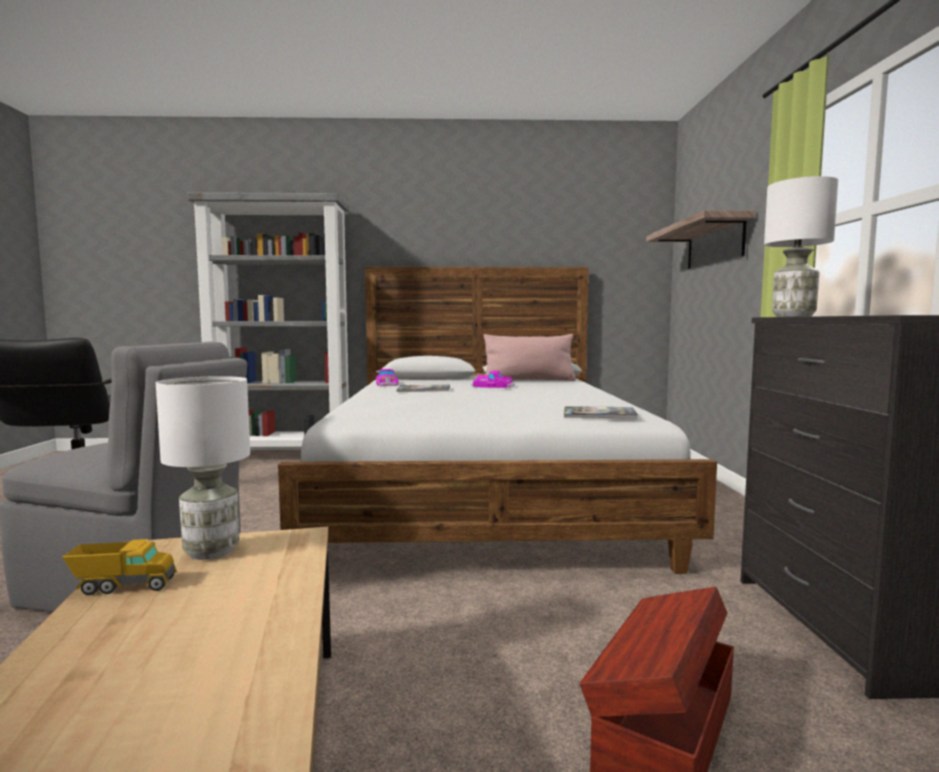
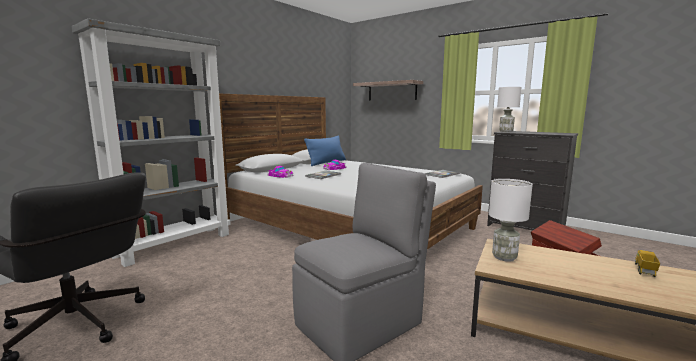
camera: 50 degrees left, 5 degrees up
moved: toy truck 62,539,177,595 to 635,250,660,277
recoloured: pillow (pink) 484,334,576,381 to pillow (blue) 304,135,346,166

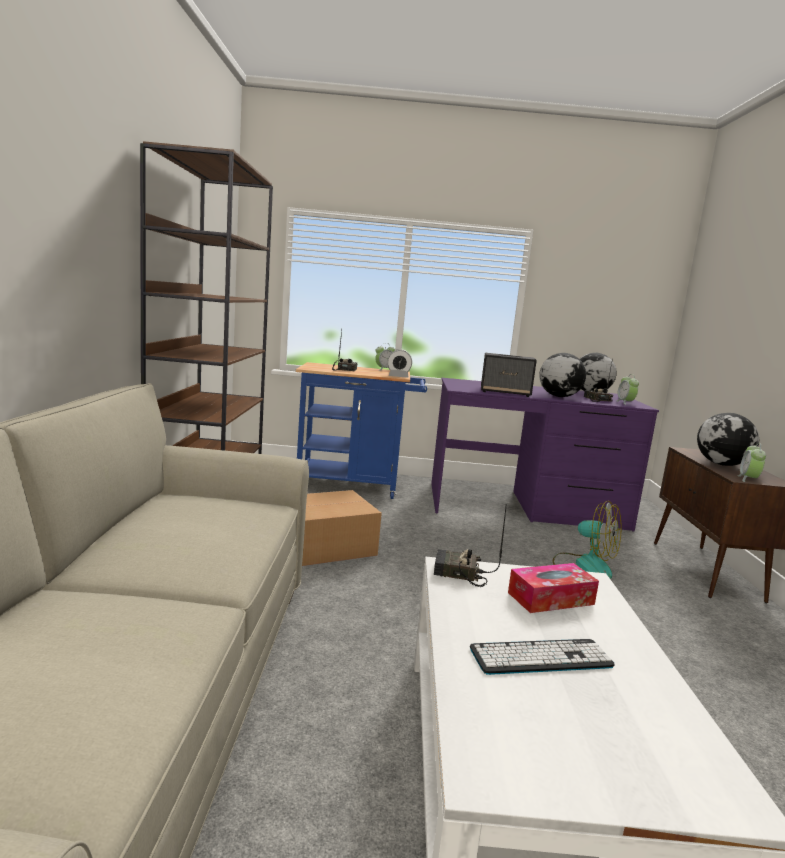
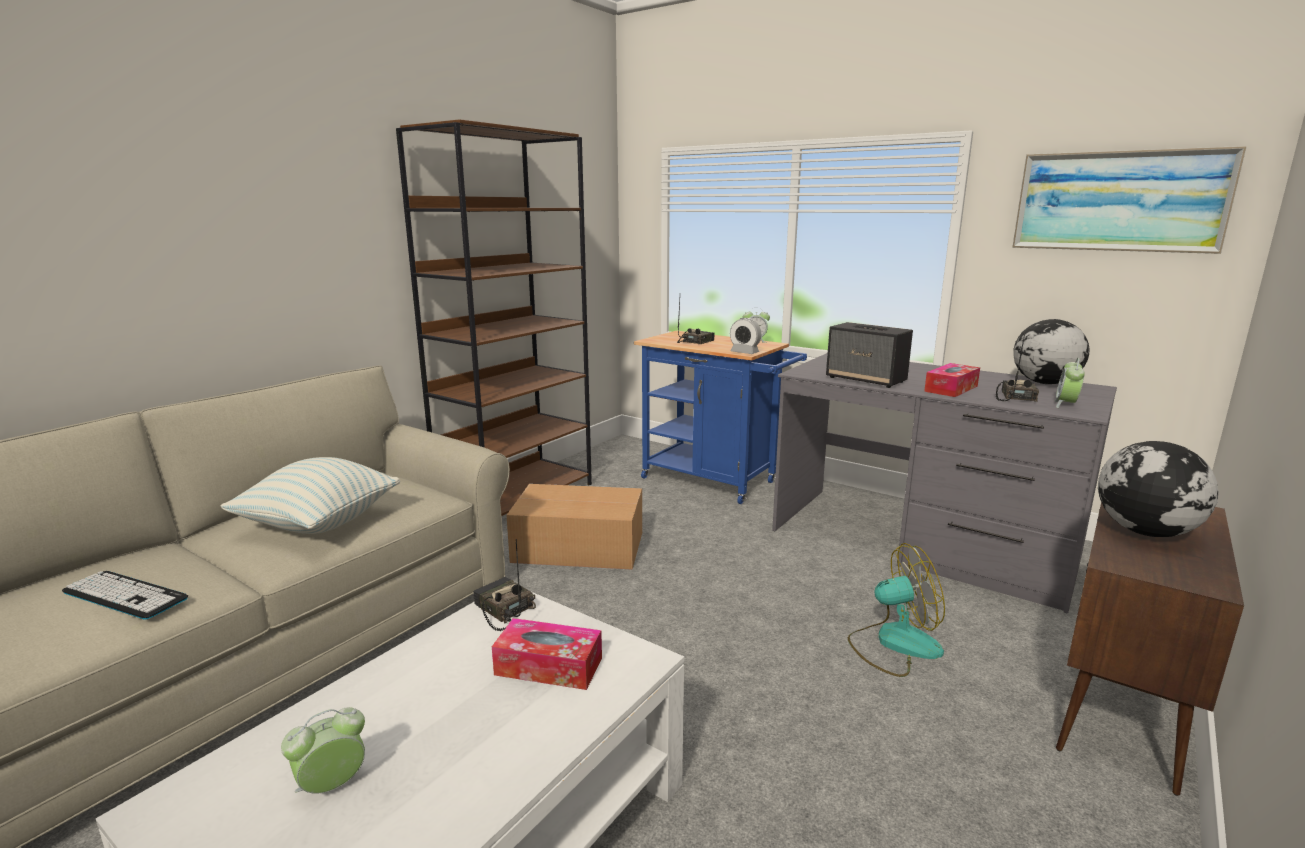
camera: 35 degrees right, 5 degrees up
added: pillow 221,457,400,534; picture 1012,146,1247,254
moved: keyboard 470,639,615,675 to 62,571,188,620; alarm clock 737,443,766,482 to 281,707,365,794
replaced: globe 539,353,586,397 to tissue box 924,363,980,397
recoloured: desk (purple) 431,378,659,532 to desk (grey) 772,353,1117,613
turned: fan 553,500,621,579 = 848,543,945,677 75 degrees counterclockwise

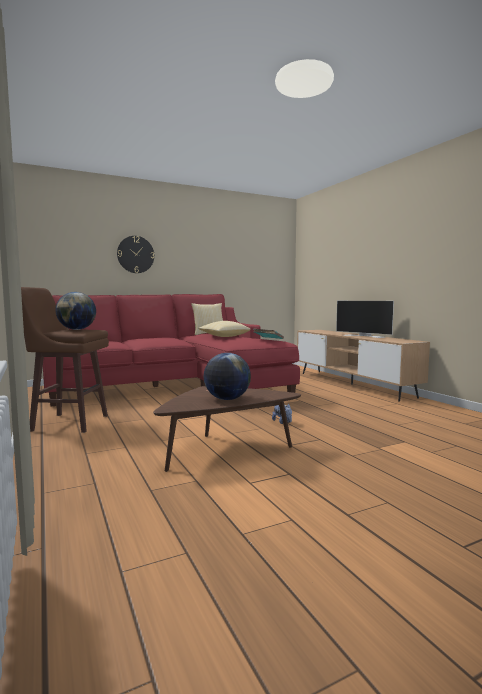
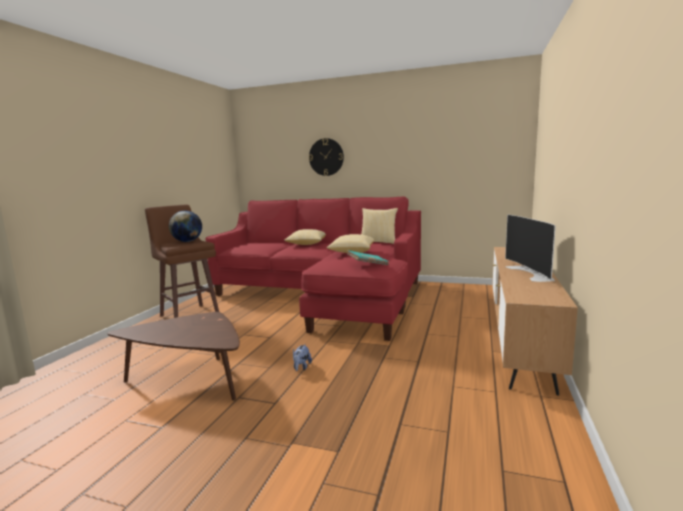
camera: 45 degrees right, 5 degrees up
removed: globe 204,353,251,400
added: pillow 284,229,326,245

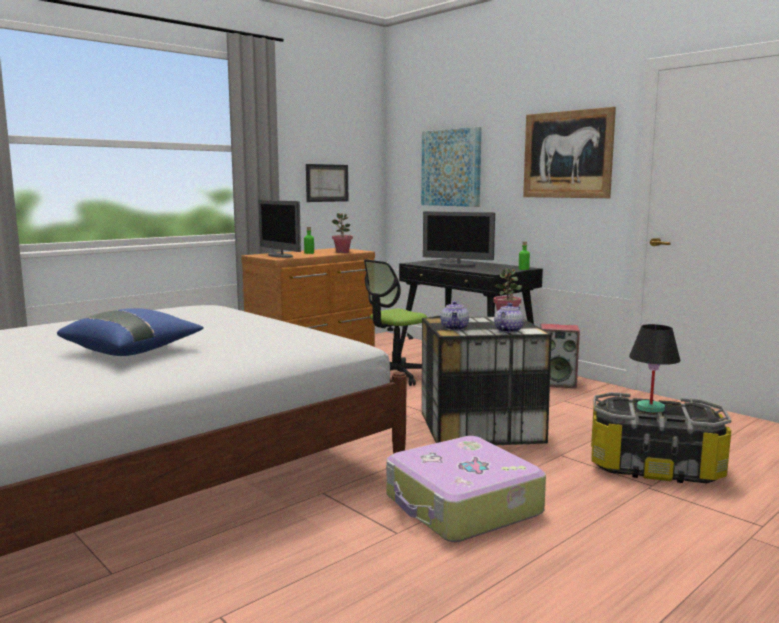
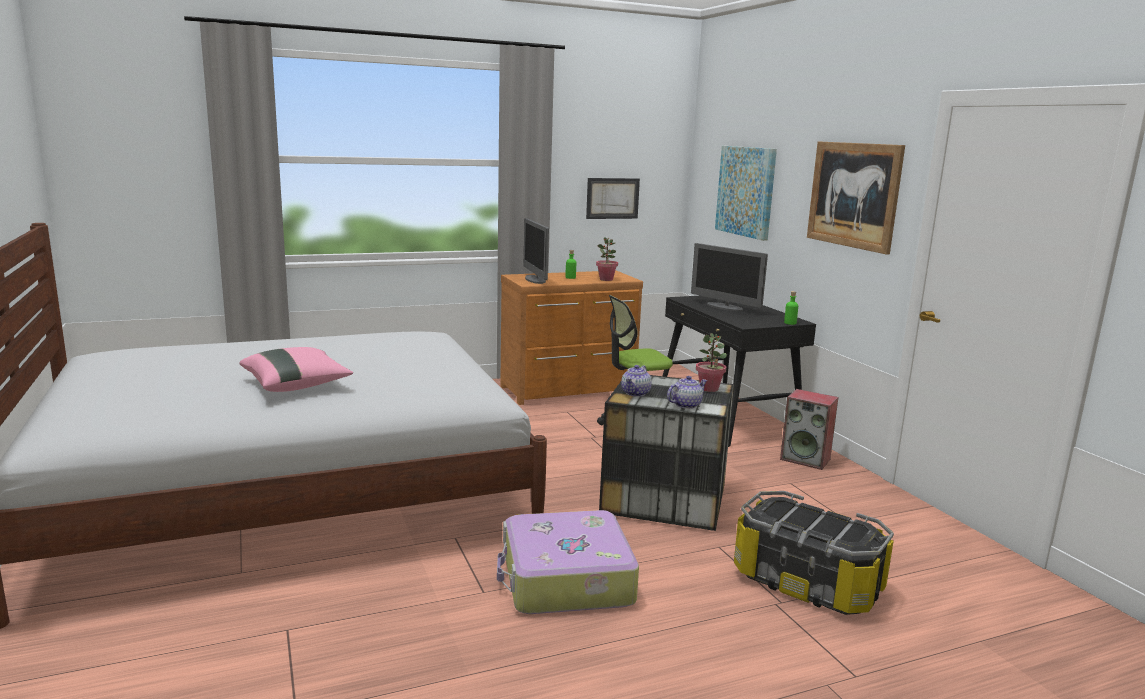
camera: 20 degrees right, 5 degrees up
removed: table lamp (black) 629,324,680,413
recoloured: pillow (blue) 57,308,203,356 to pillow (pink) 239,347,353,392

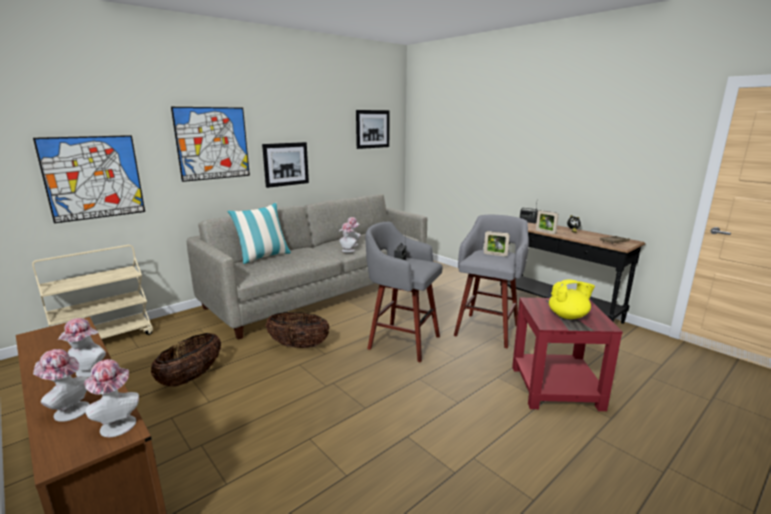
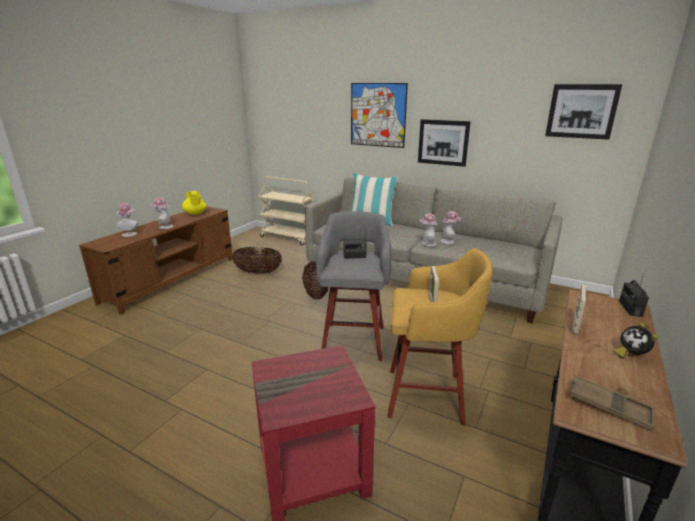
camera: 70 degrees right, 5 degrees up
removed: picture 33,135,145,223; hat 84,359,139,437
moved: teapot (yellow) 549,279,595,319 to 182,191,207,215
recoloured: stool (grey) 454,215,529,348 to stool (yellow) 387,248,493,425

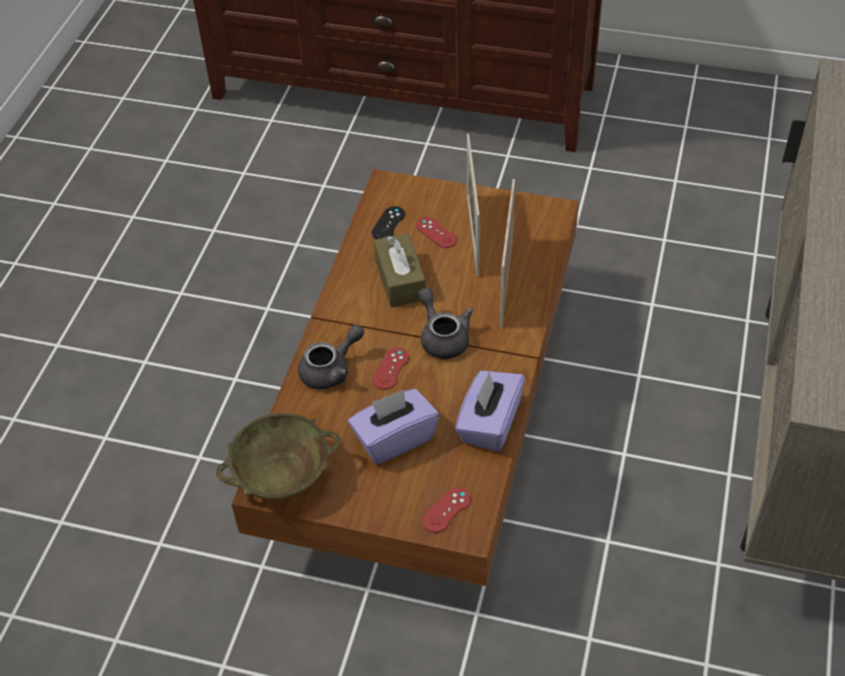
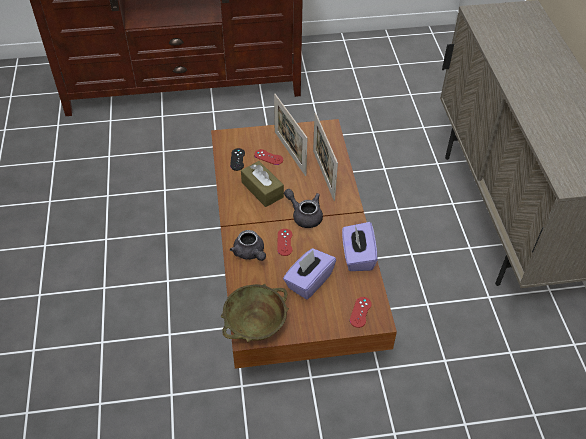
camera: 25 degrees left, 0 degrees up
turned: teapot (grey) 298,324,364,390 = 230,230,266,261 120 degrees clockwise

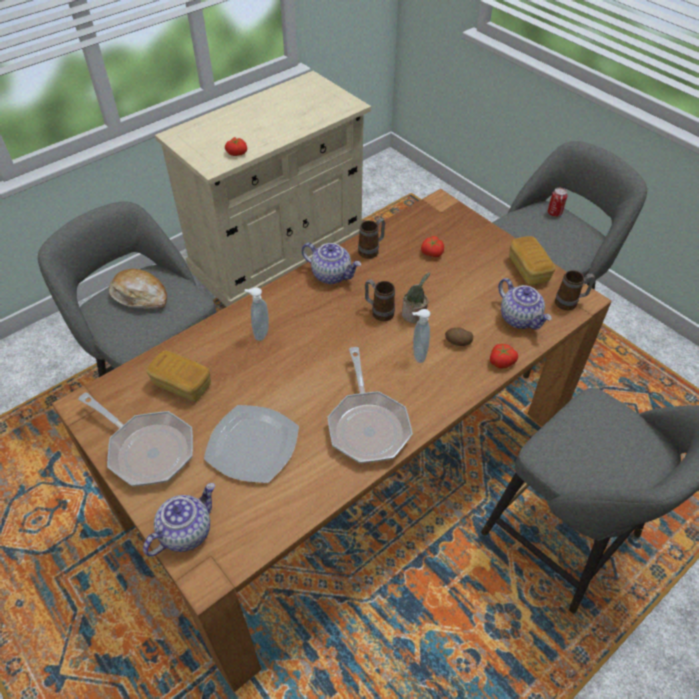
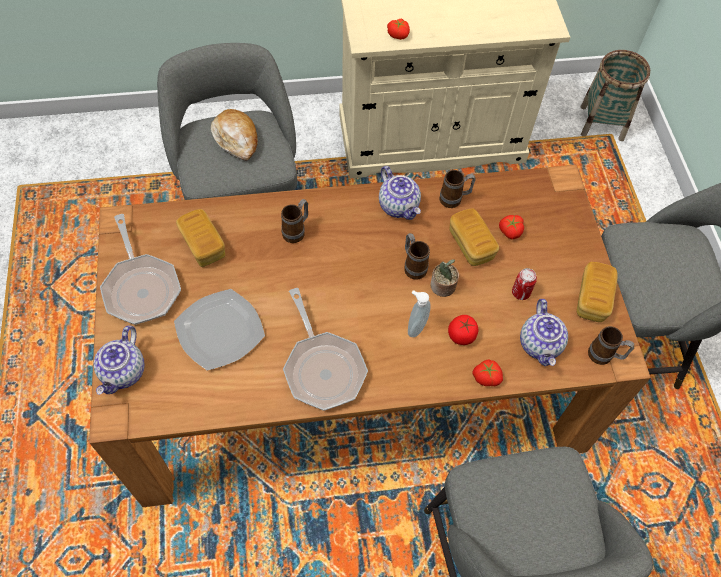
camera: 30 degrees right, 10 degrees up
added: bread 449,208,499,266; basket 581,50,650,141
moved: can 548,188,568,217 to 512,268,537,300
replaced: soap dispenser 244,287,269,341 to mug 281,199,308,243; potato 445,328,473,346 to tomato 448,315,478,345
turned: teapot 143,483,215,557 = 93,325,145,395 120 degrees clockwise; frying pan 328,347,413,464 = 283,288,368,411 45 degrees counterclockwise

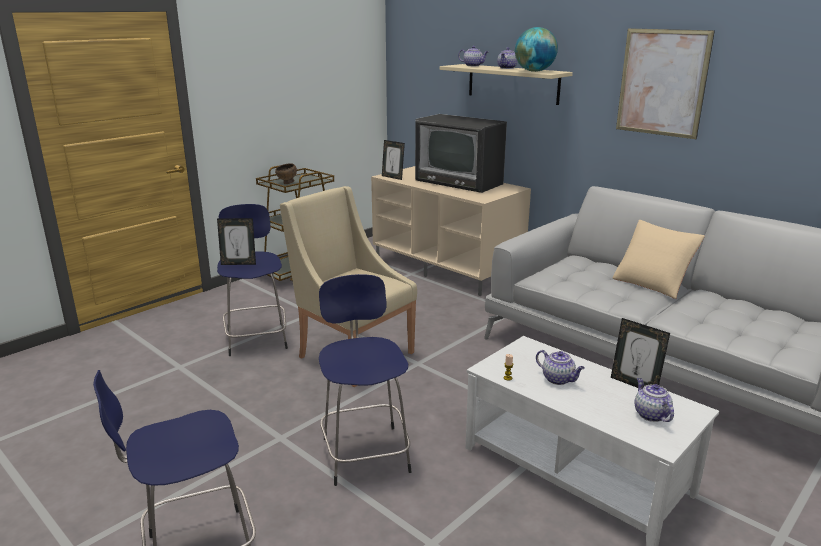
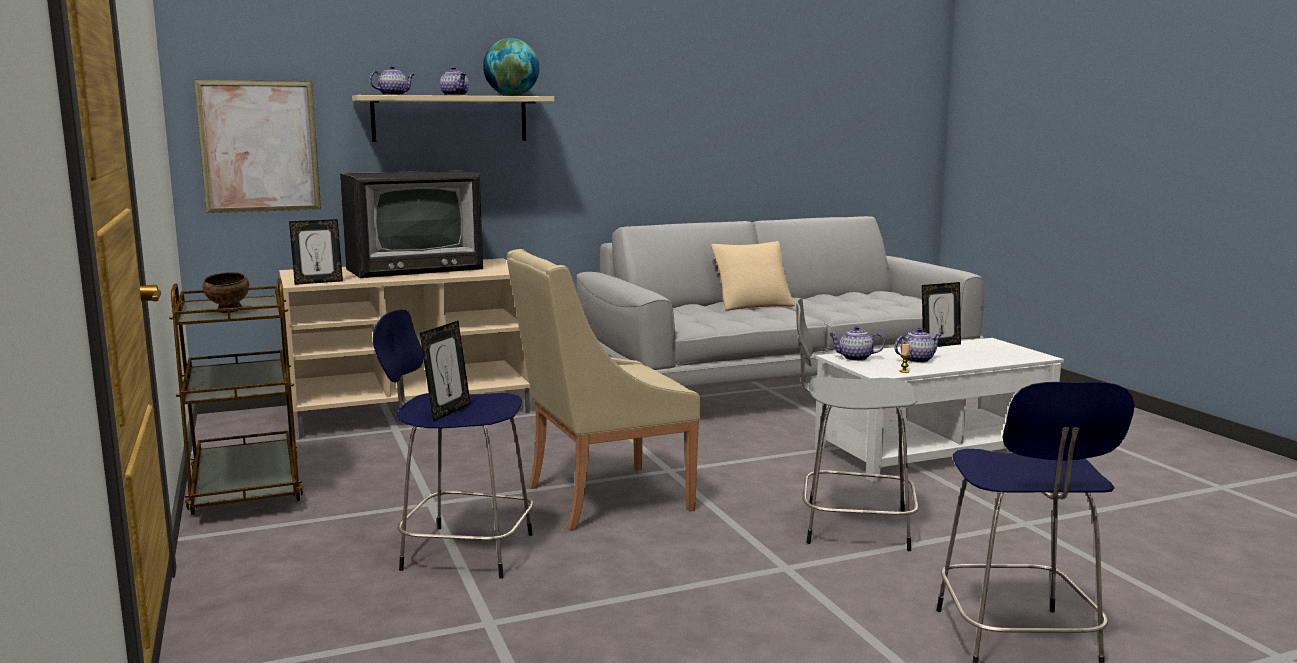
camera: 65 degrees left, 10 degrees down
moved: picture 616,28,715,139 to 194,80,321,213; teapot 635,378,674,422 to 829,326,885,361
recoloured: stool (blue) 319,274,411,486 to stool (grey) 796,298,918,551

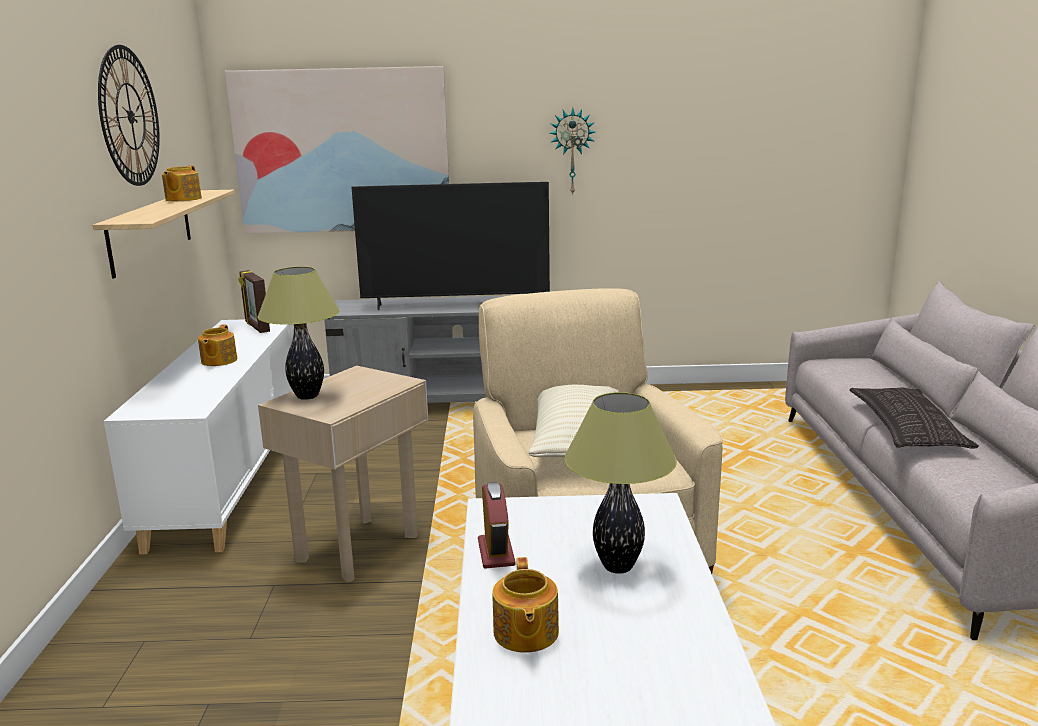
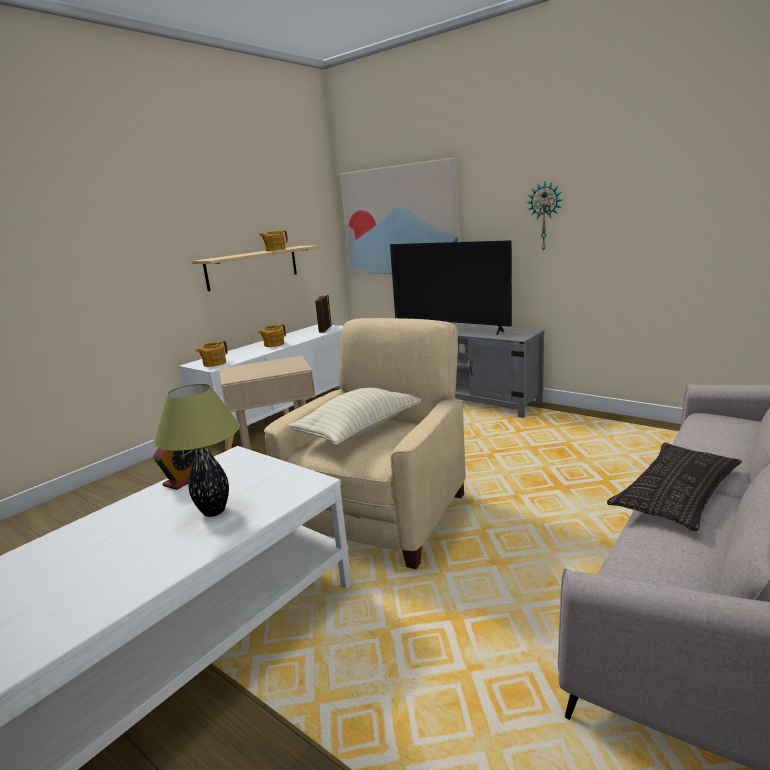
camera: 40 degrees right, 0 degrees up
removed: wall clock 98,45,160,186; table lamp 257,266,340,400
moved: teapot 492,557,559,653 to 196,340,228,367

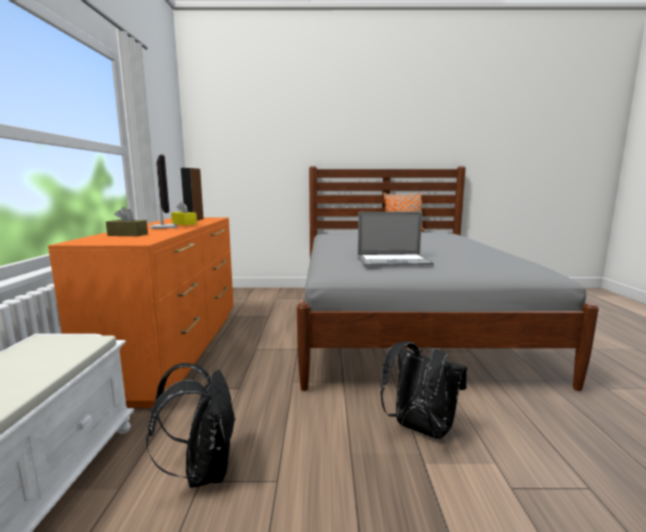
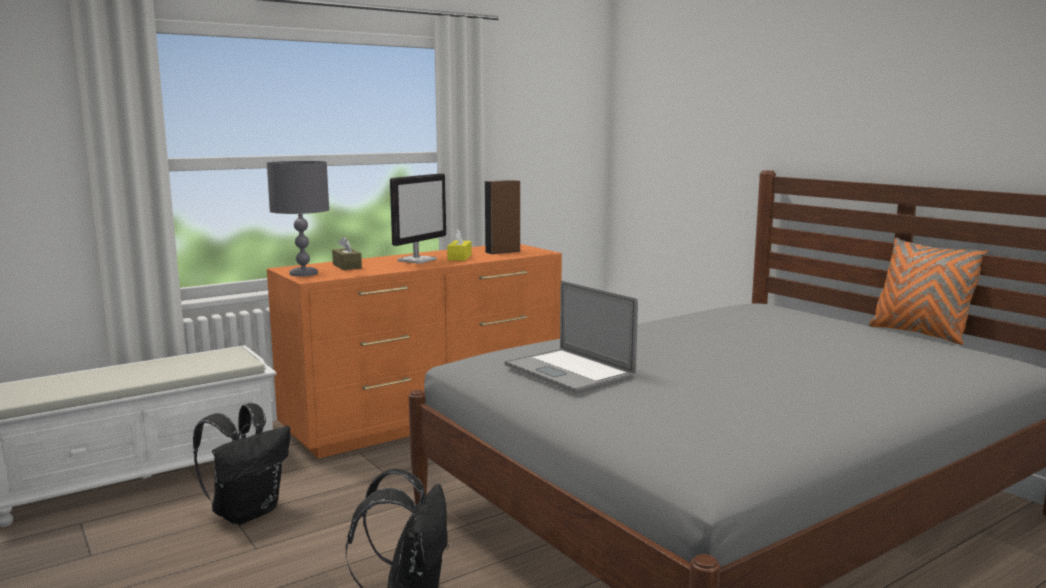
camera: 55 degrees right, 0 degrees up
added: table lamp (grey) 267,161,329,277

